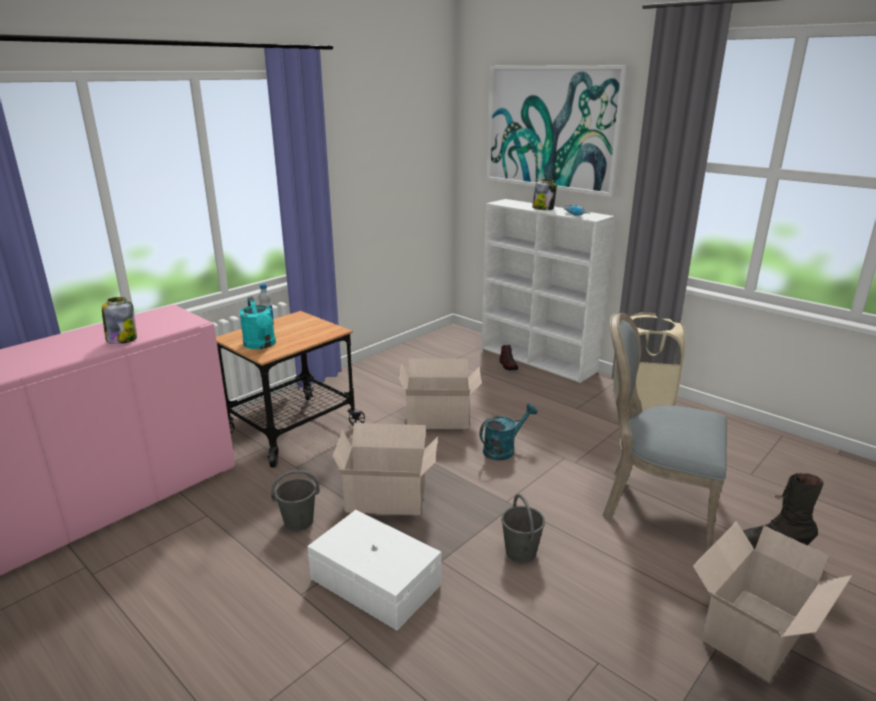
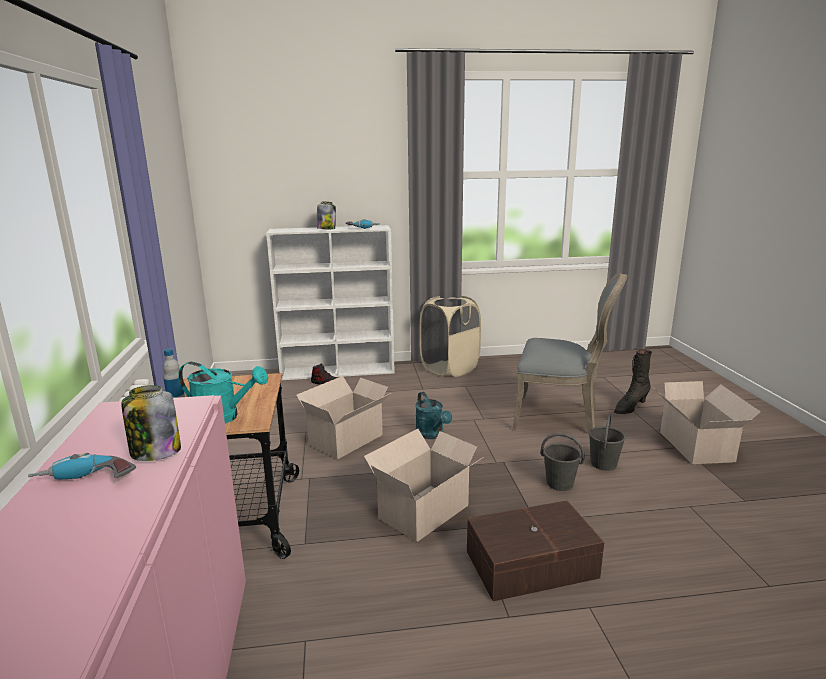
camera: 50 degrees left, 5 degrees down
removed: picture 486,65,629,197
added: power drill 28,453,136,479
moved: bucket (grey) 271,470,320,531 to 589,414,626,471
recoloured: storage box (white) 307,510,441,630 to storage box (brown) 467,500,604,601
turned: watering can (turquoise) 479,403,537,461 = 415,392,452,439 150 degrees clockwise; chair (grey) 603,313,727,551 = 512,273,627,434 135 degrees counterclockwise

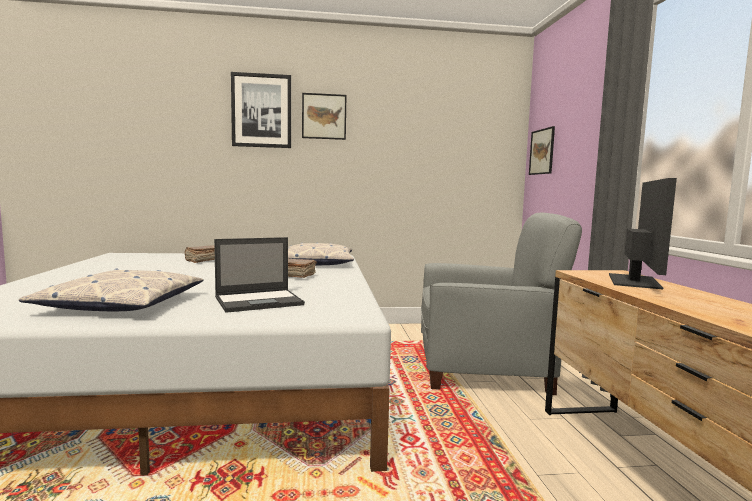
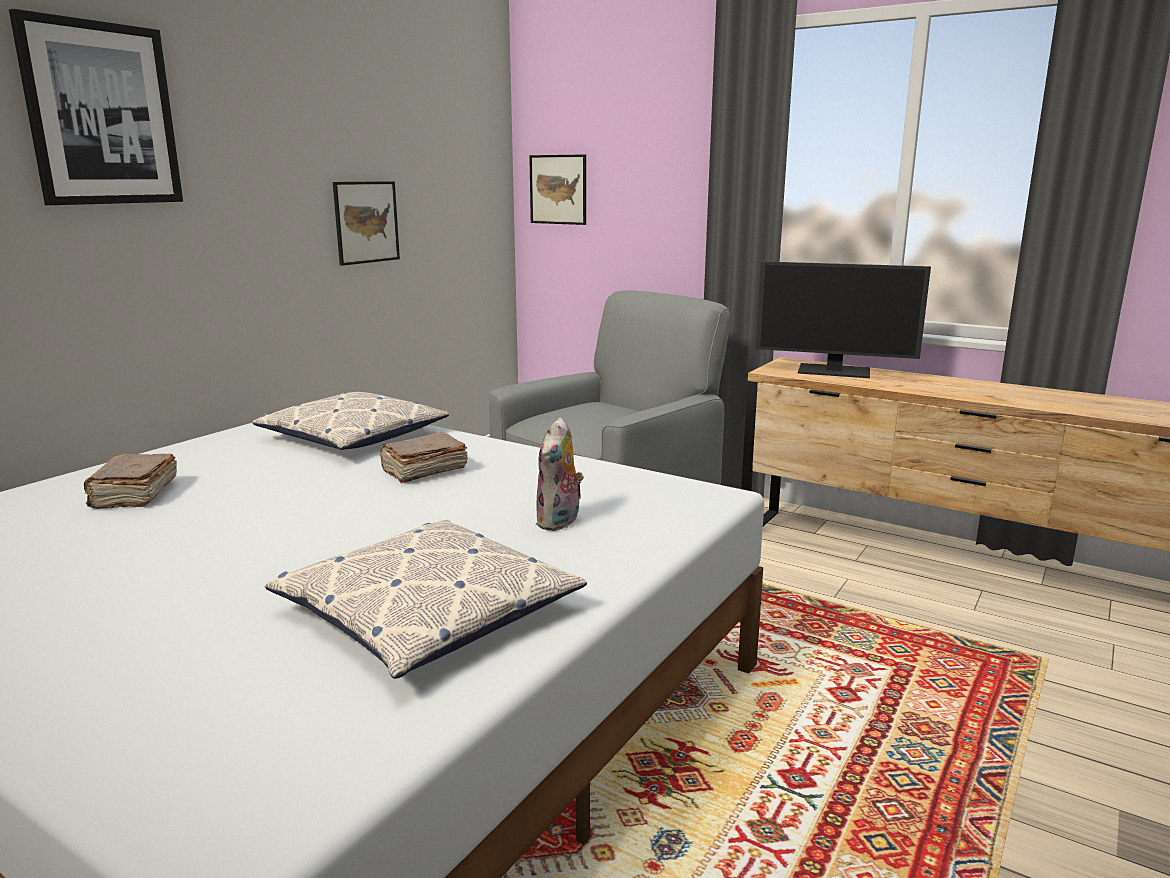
camera: 50 degrees left, 10 degrees up
moved: picture 302,93,346,140 to 333,181,400,266
replaced: laptop 214,237,305,313 to plush toy 536,417,584,531
turned: monitor 609,178,677,289 = 755,261,931,378 135 degrees clockwise

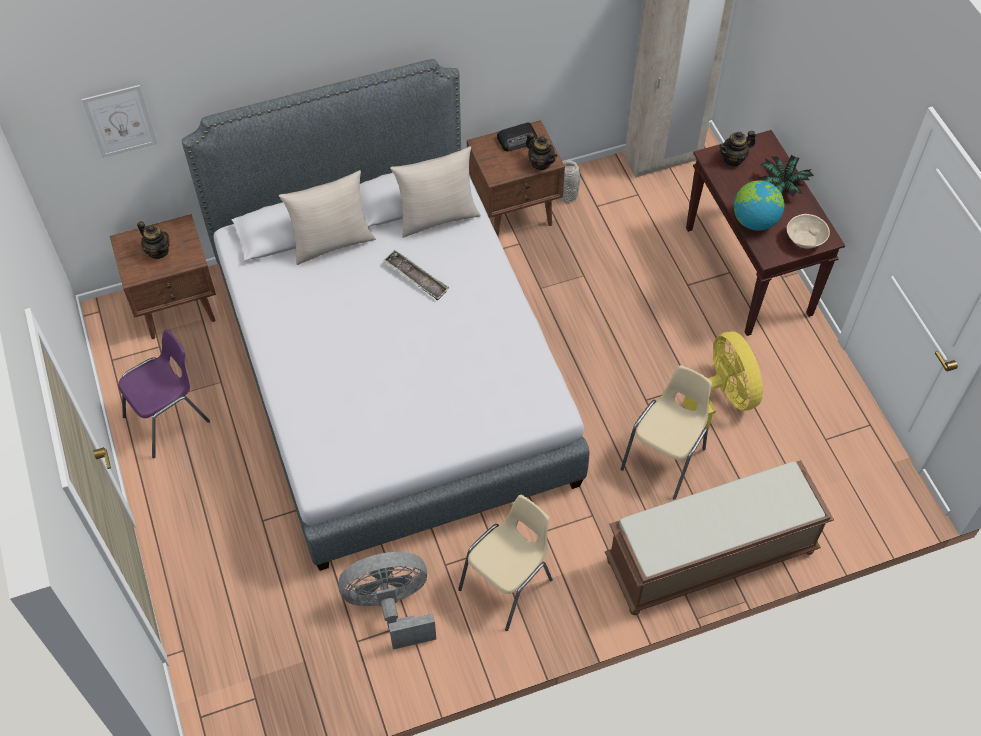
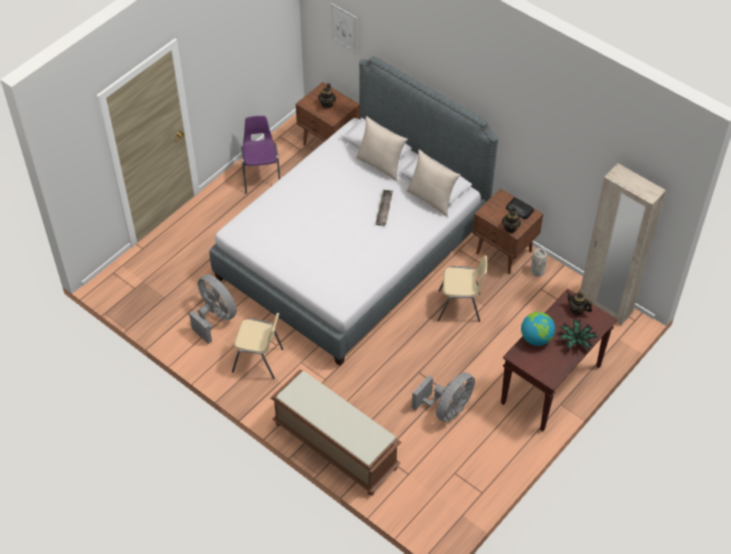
camera: 60 degrees right, 5 degrees down
removed: bowl (beige) 787,214,830,249
moved: chair (beige) 621,365,712,500 to 438,256,487,322
recoloured: fan (yellow) 683,331,763,434 to fan (grey) 412,372,475,422
turned: chair (purple) 118,329,210,459 = 241,116,280,194 120 degrees counterclockwise

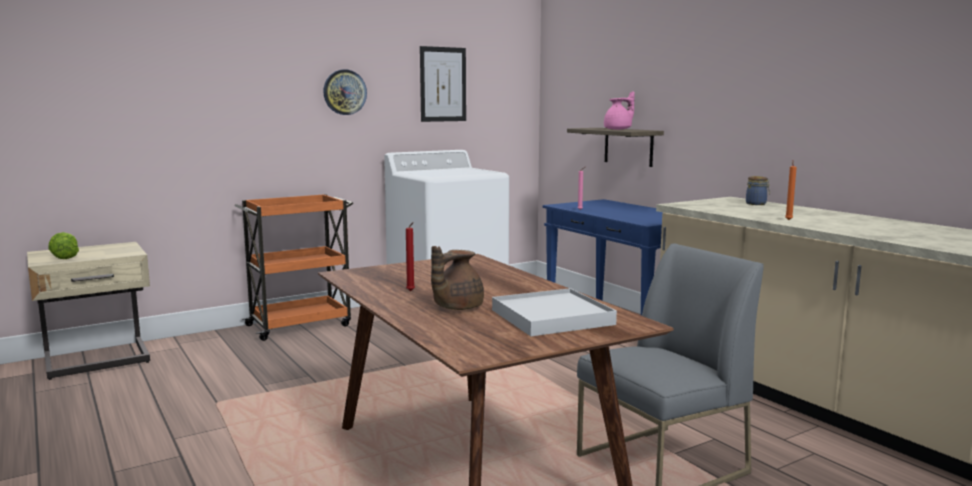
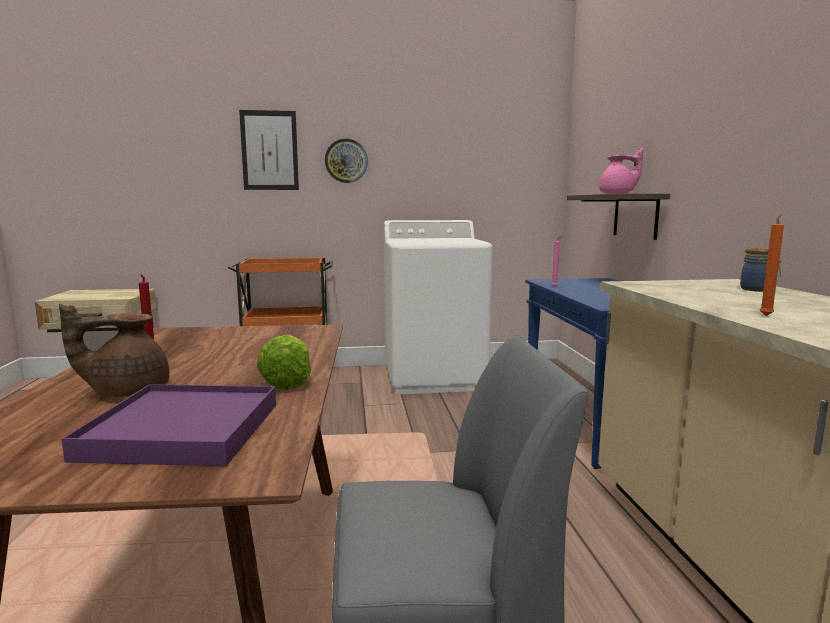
camera: 25 degrees right, 0 degrees up
moved: lettuce 48,232,79,259 to 257,335,311,390; picture 420,46,466,122 to 239,110,299,190
recoloured: tray (white) 492,288,617,336 to tray (purple) 61,384,276,466

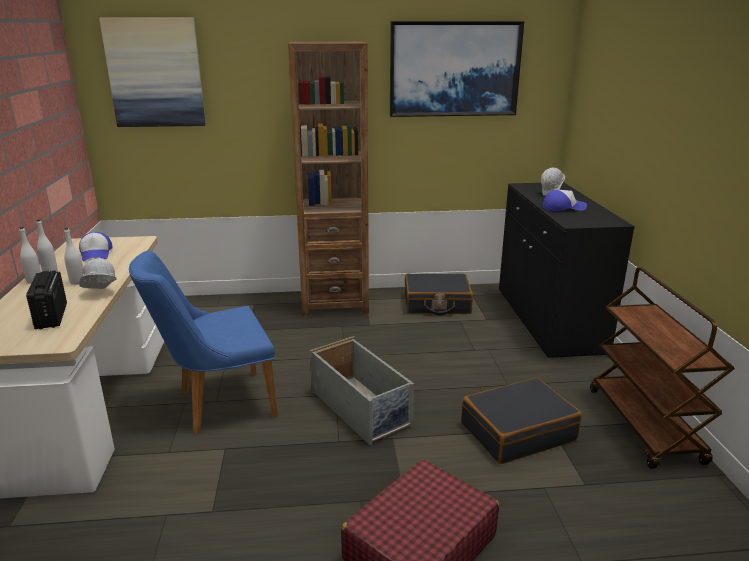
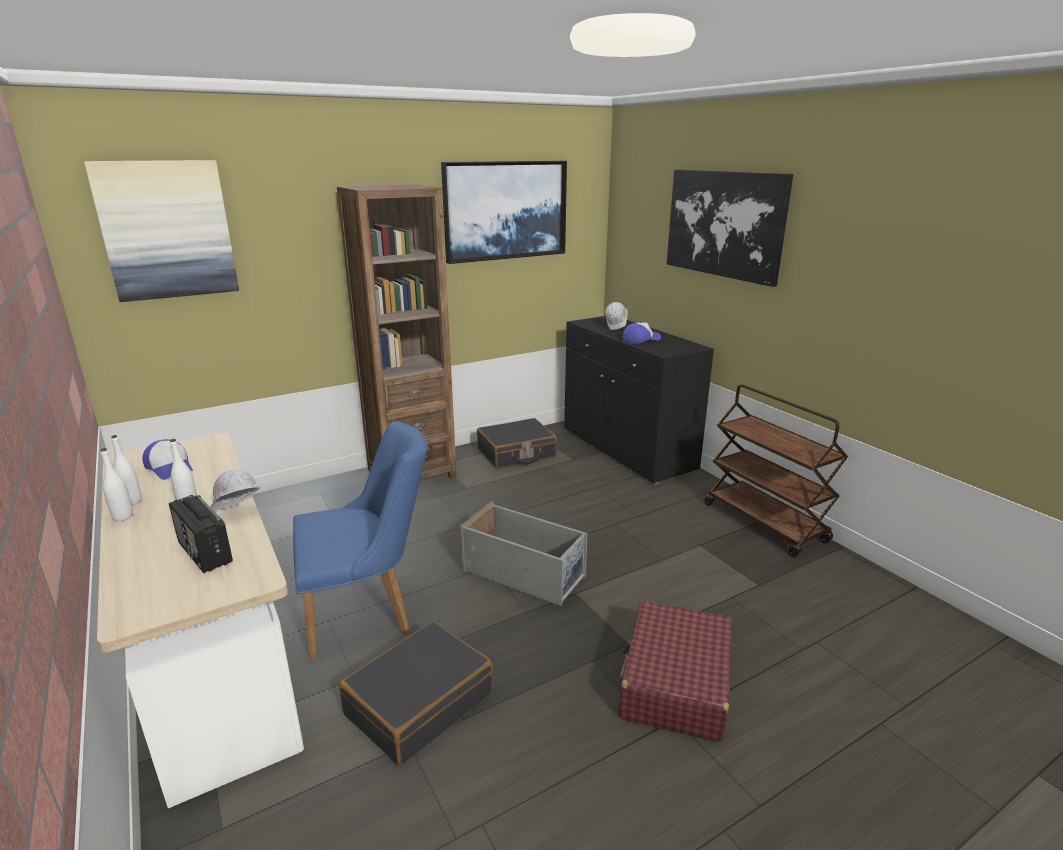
camera: 25 degrees left, 0 degrees up
added: picture 667,169,793,287
moved: suitcase (black) 461,378,582,464 to 339,621,493,766
turned: chair (blue) 129,251,278,435 = 293,421,427,661 150 degrees counterclockwise

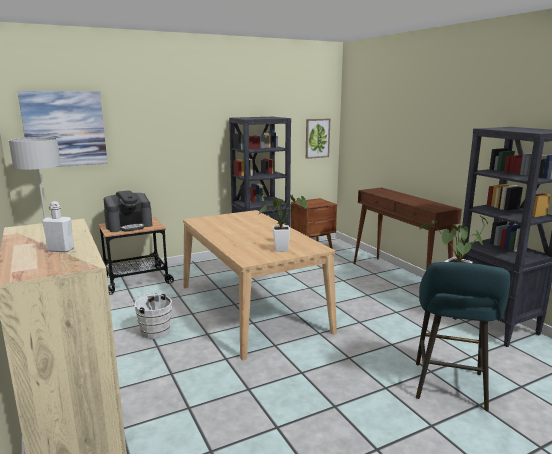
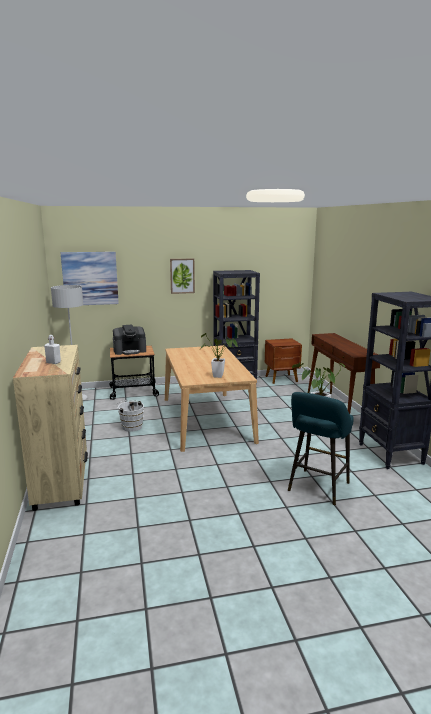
camera: 15 degrees right, 0 degrees up
moved: picture 306,119,330,159 to 170,258,195,294

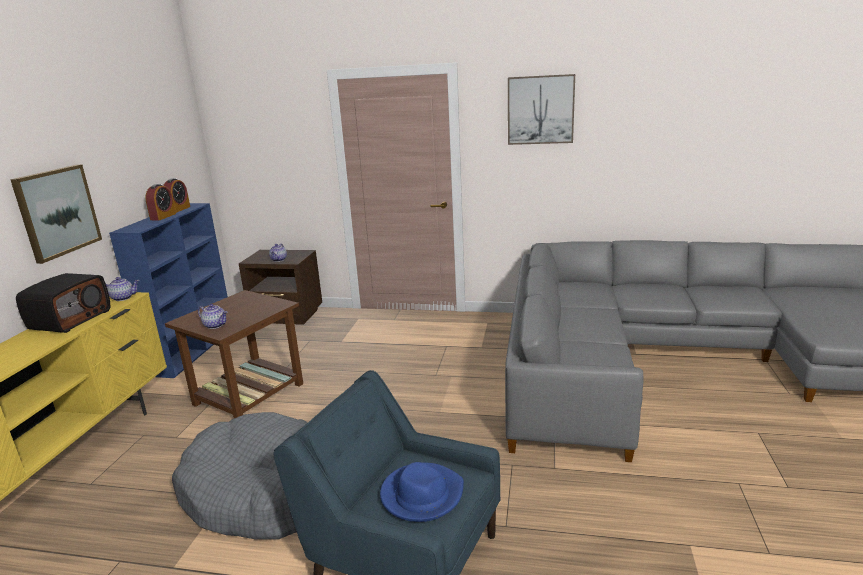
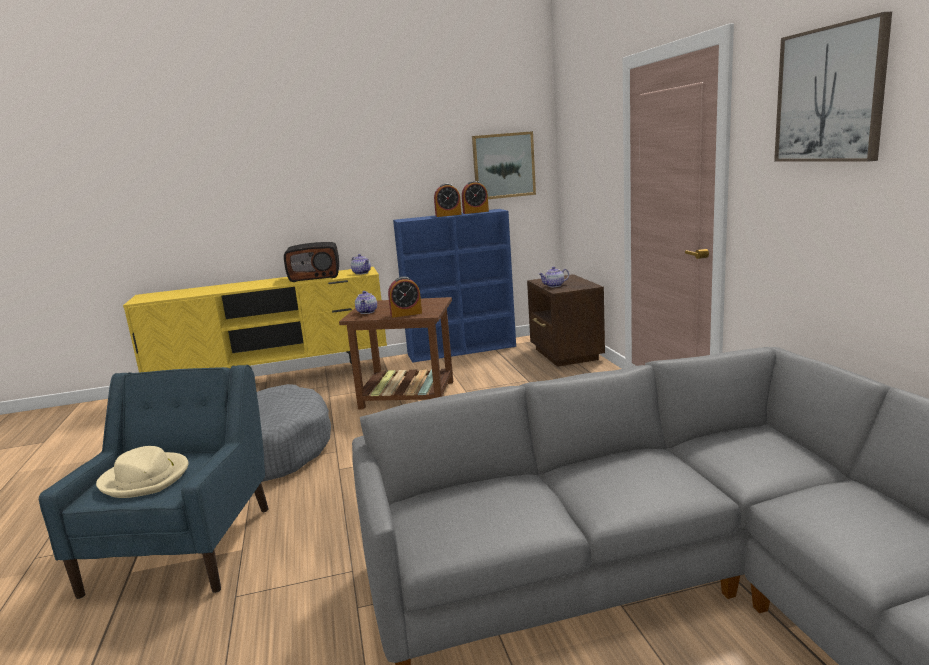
camera: 65 degrees right, 5 degrees down
added: alarm clock 388,277,422,318
moved: picture 10,164,102,264 to 472,131,536,199
recoloured: hat (blue) 380,462,464,522 to hat (beige) 96,446,188,498

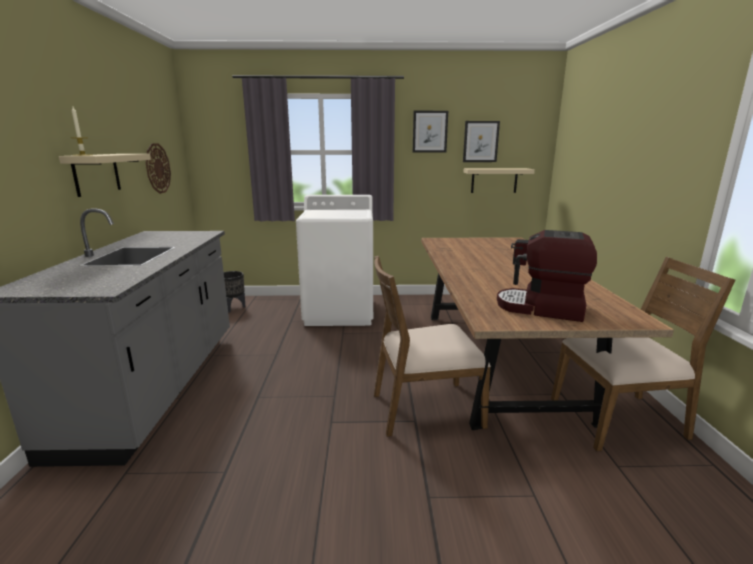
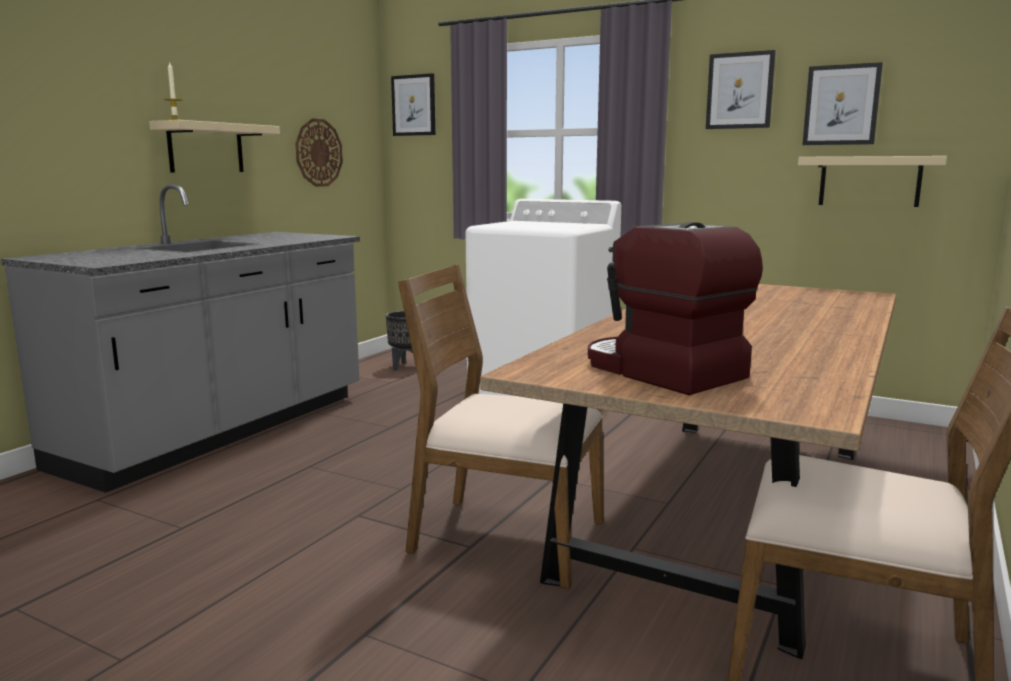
camera: 30 degrees right, 5 degrees down
added: picture 391,73,435,136

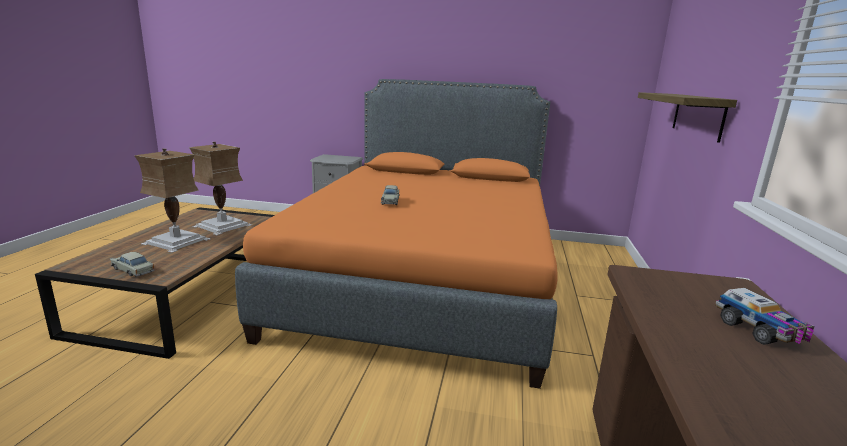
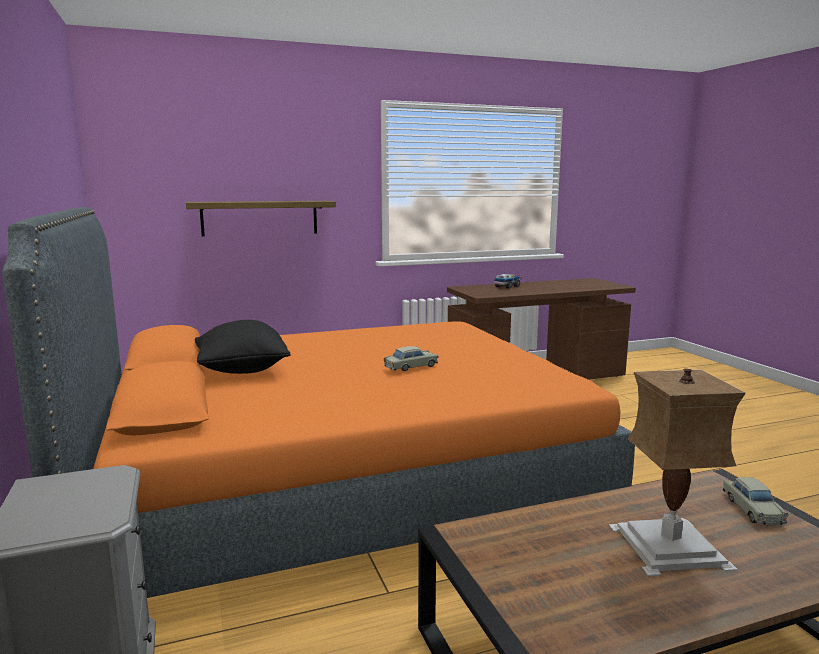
camera: 120 degrees left, 5 degrees down
removed: table lamp 189,142,252,235
added: pillow (black) 195,320,291,374

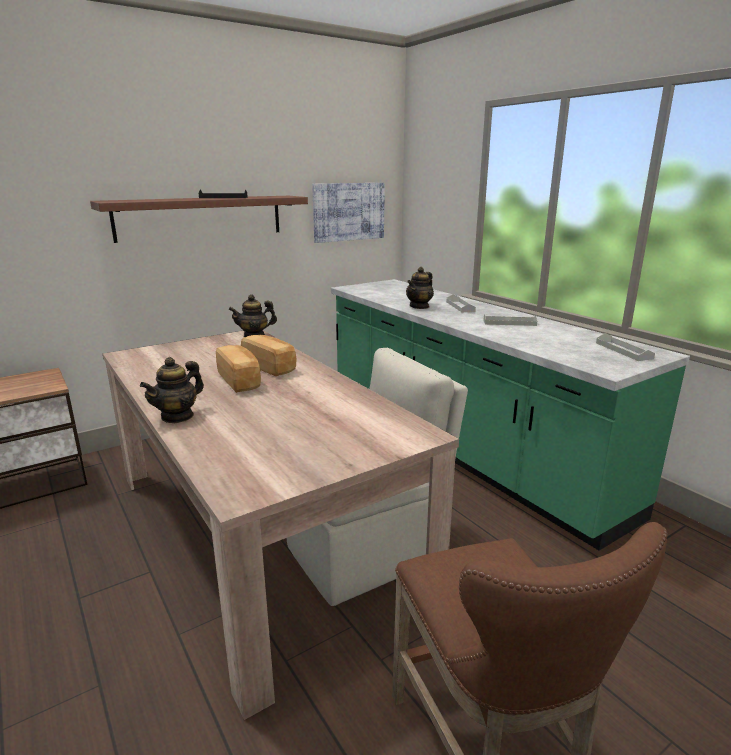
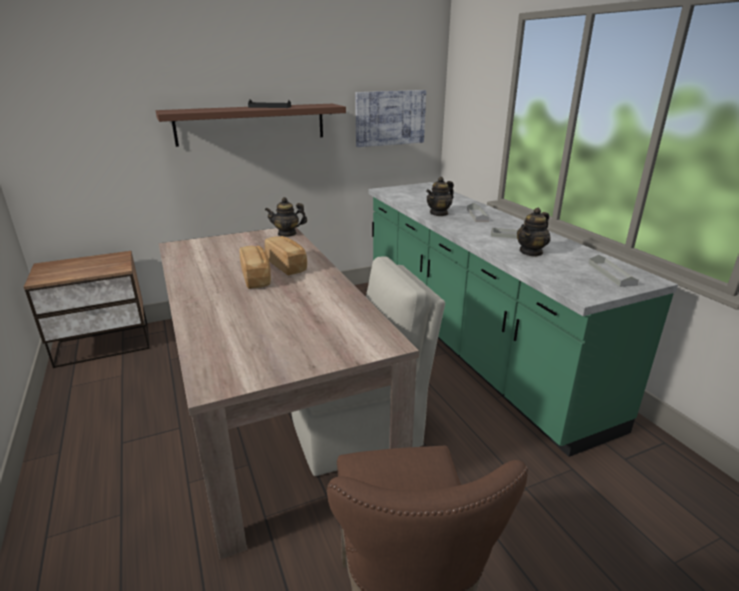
camera: 10 degrees right, 5 degrees up
moved: teapot 140,357,204,423 to 517,208,551,257

